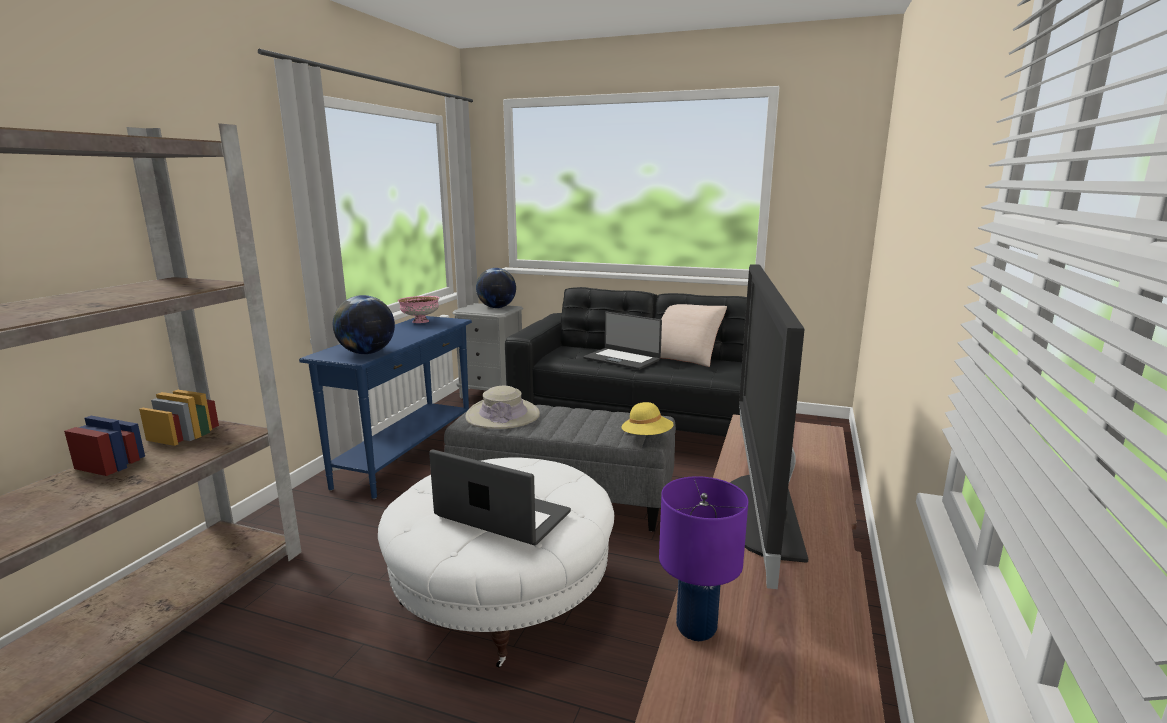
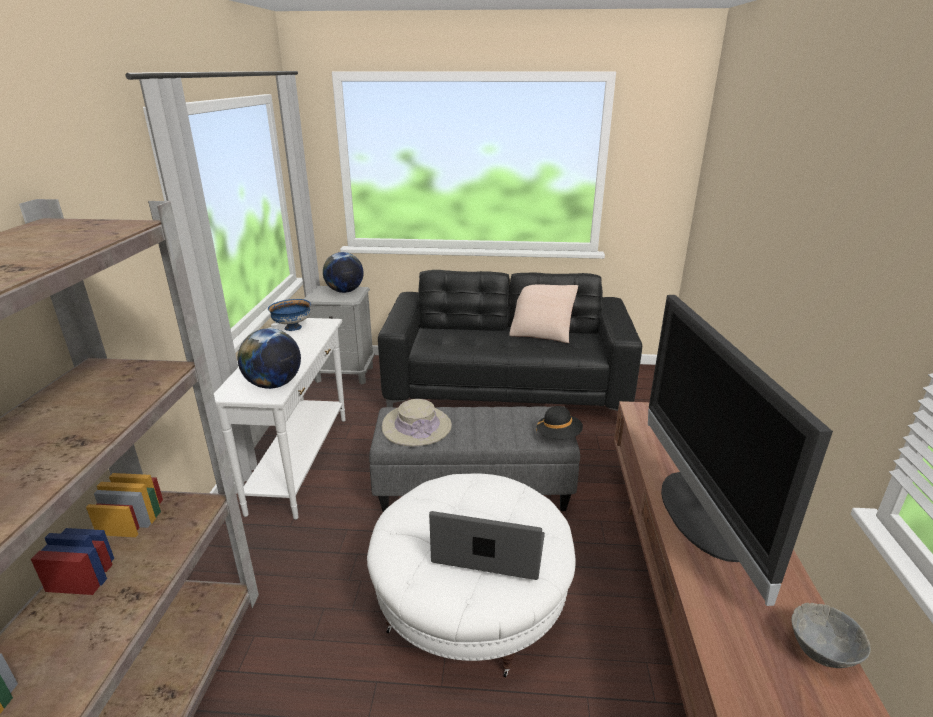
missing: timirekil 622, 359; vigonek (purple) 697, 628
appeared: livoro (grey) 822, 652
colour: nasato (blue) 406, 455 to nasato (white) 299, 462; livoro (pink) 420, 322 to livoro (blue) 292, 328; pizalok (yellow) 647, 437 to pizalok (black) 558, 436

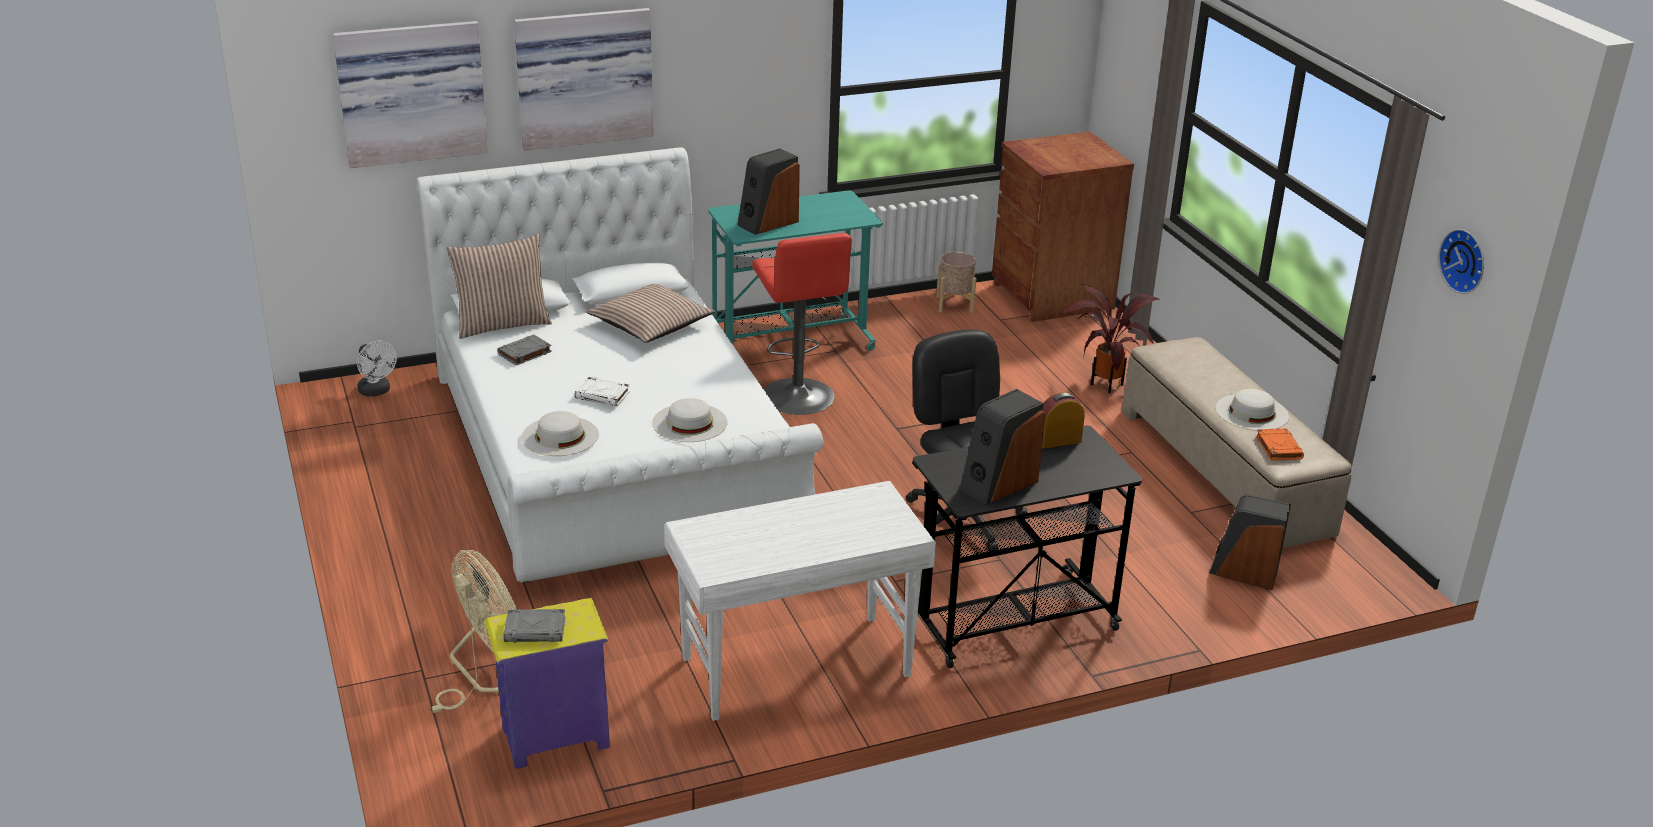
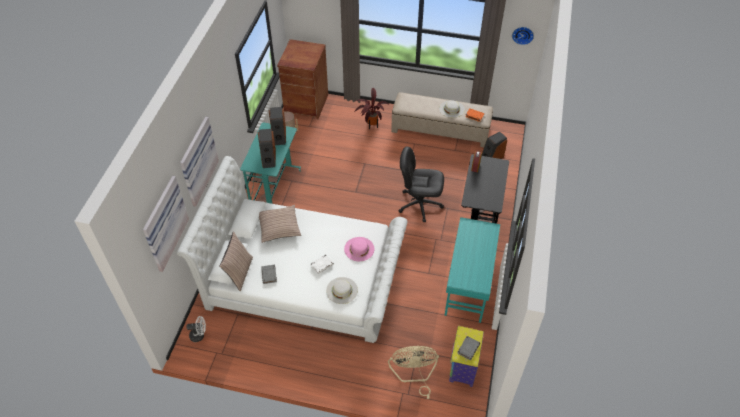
missing: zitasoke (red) 797, 397
relocated: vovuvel 998, 484 to 279, 136
colour: pizalok (white) 689, 422 to pizalok (pink) 359, 249; nasato (white) 795, 668 to nasato (turquoise) 468, 288

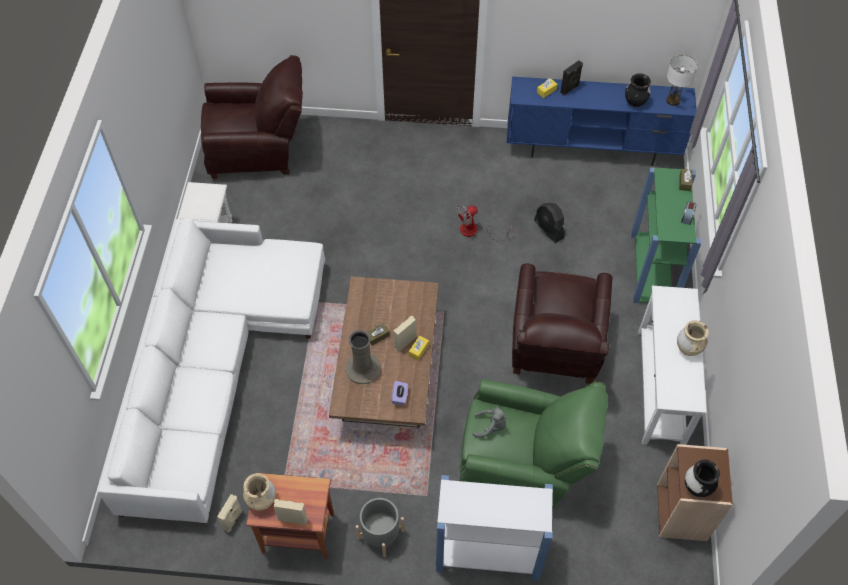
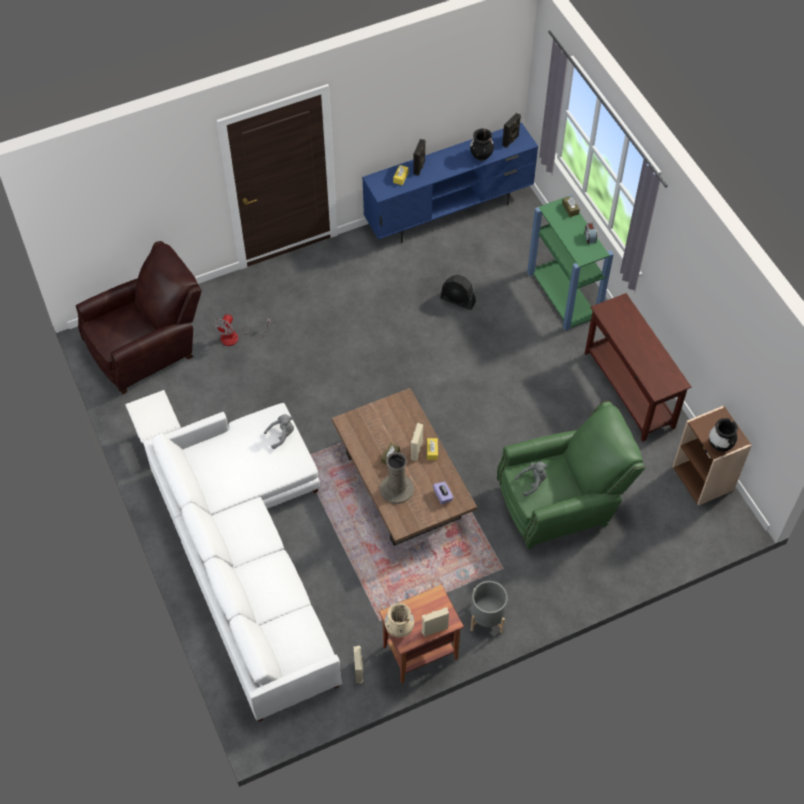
missing: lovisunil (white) 487, 550; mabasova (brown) 554, 349; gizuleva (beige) 688, 348
appeared: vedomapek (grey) 282, 435
relocated: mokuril 475, 231 to 236, 337
exchanged: vigonek 673, 100 to vovuvel (black) 511, 141
colour: nasato (white) 660, 388 to nasato (brown) 629, 390

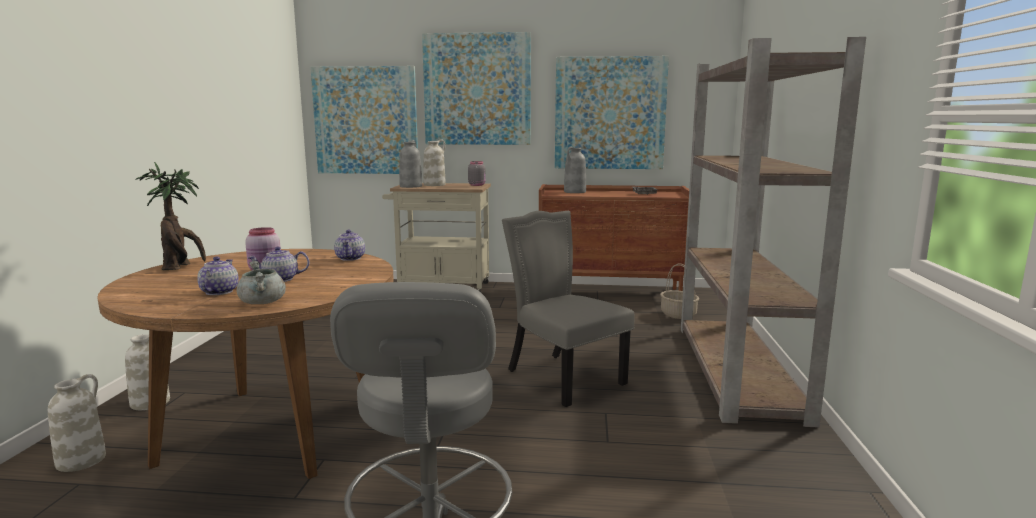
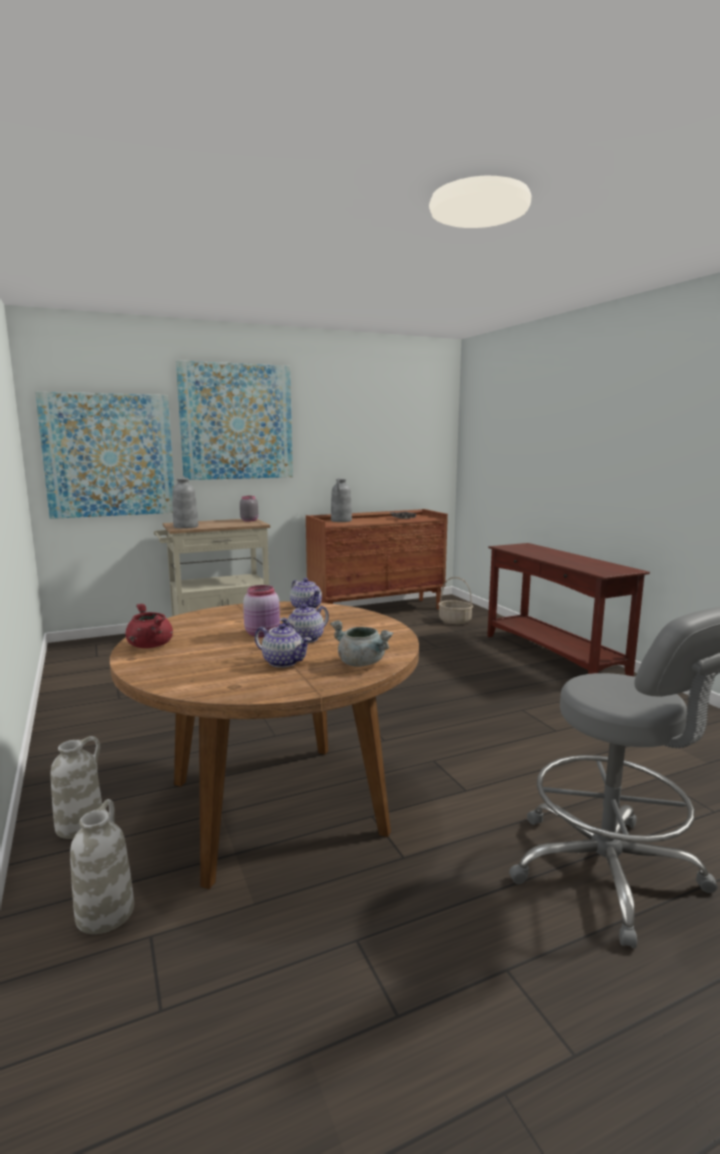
missing: gizuleva (white) 434, 185; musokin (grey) 565, 379; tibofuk 609, 113
exchanged: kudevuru 181, 267 to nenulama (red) 150, 645; lovisunil (brown) 737, 370 to nasato (brown) 554, 656
spun: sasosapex 219, 292 = 284, 662 150 degrees clockwise

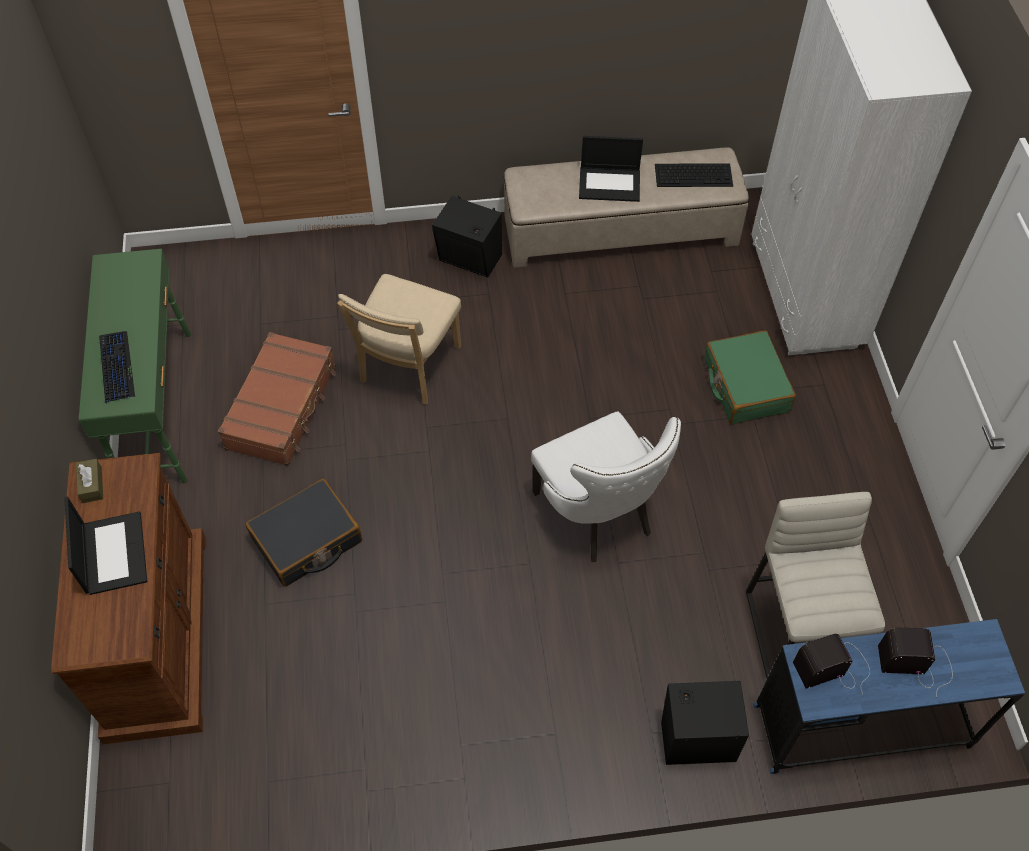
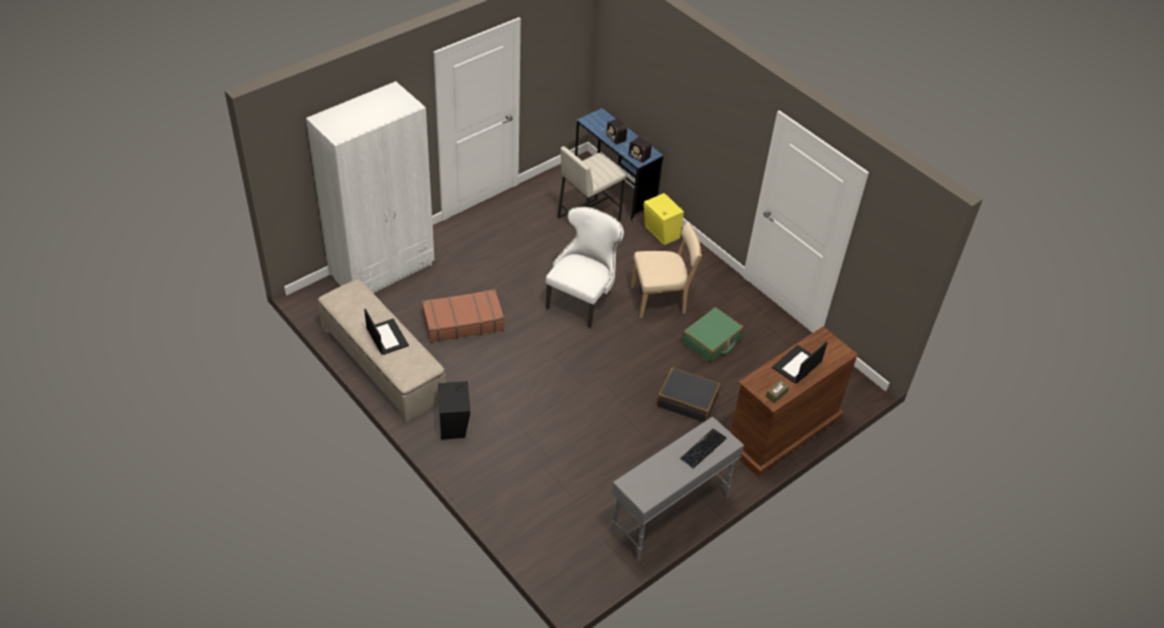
missing: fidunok 694, 175
relocated: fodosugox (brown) 282, 407 to 463, 322; musokin (beige) 407, 368 to 661, 300; fodosugox (green) 745, 386 to 711, 341
colour: nasato (green) 158, 408 to nasato (grey) 669, 514; vovuvel (black) 696, 737 to vovuvel (yellow) 661, 233

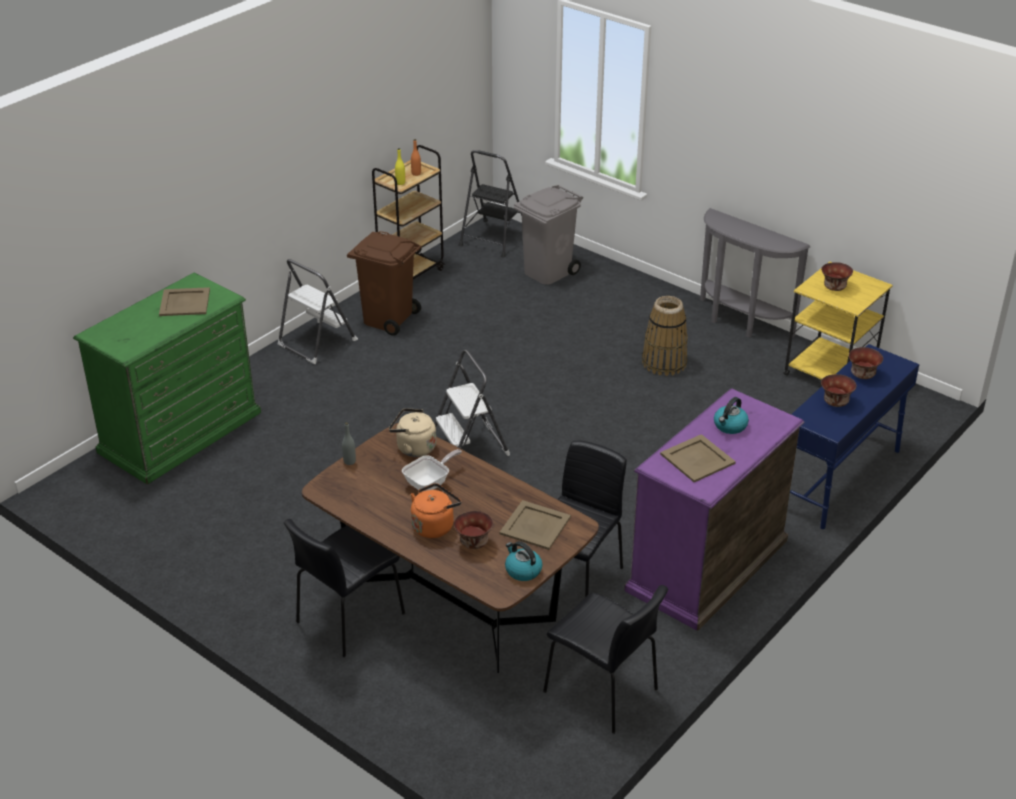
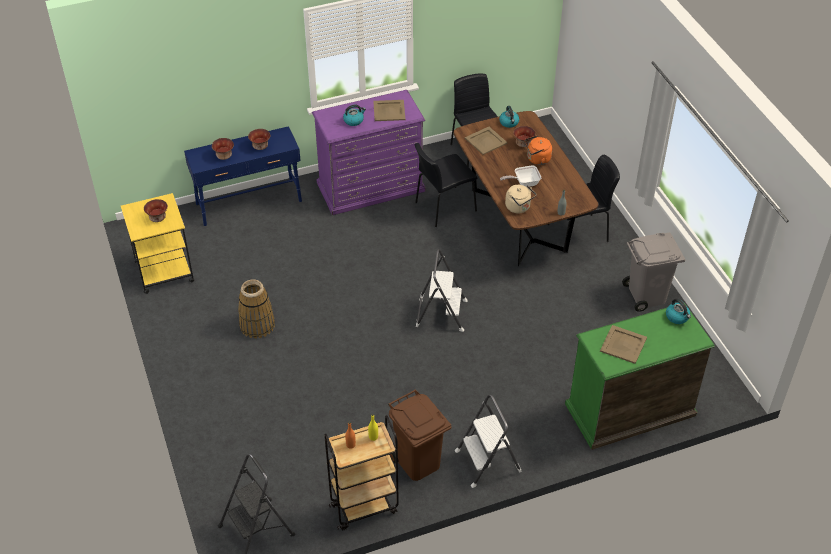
missing: nasato (grey) 740, 323
appeared: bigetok 677, 317
relocated: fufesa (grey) 547, 271 to 647, 296

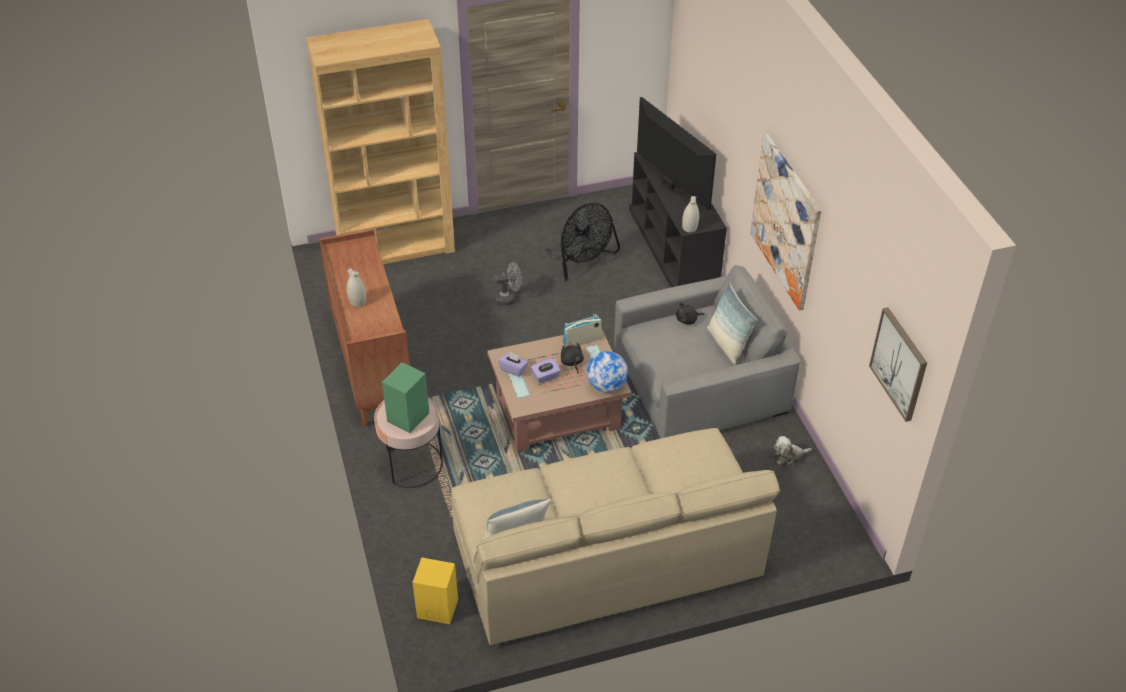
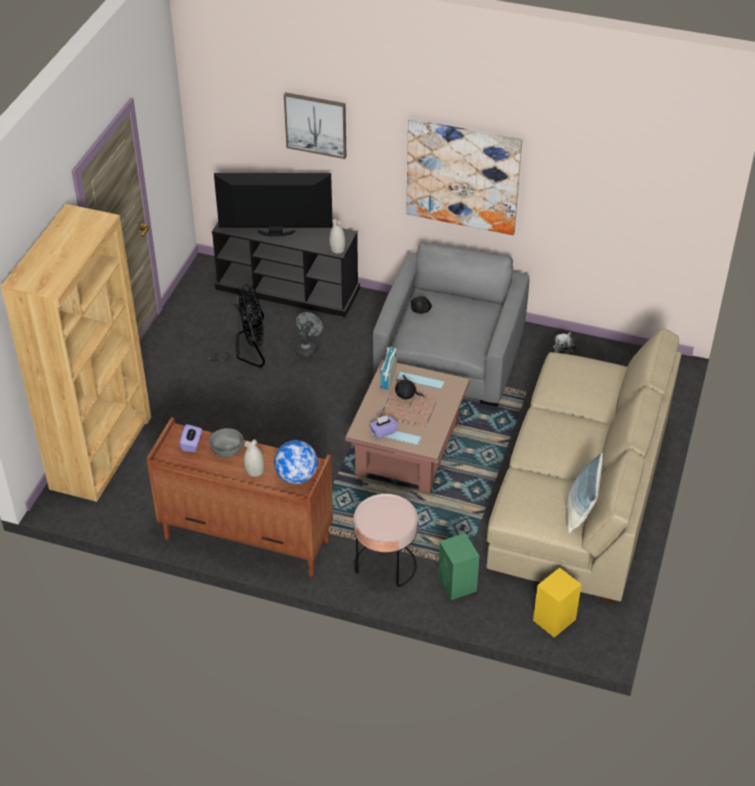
missing: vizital 727, 344
appeared: livoro (grey) 227, 449
relocated: vovuvel (green) 407, 418 to 457, 585; mokuril (grey) 508, 298 to 307, 348; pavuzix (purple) 545, 376 to 192, 444; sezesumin 606, 386 to 296, 477; tibofuk 899, 364 to 316, 124

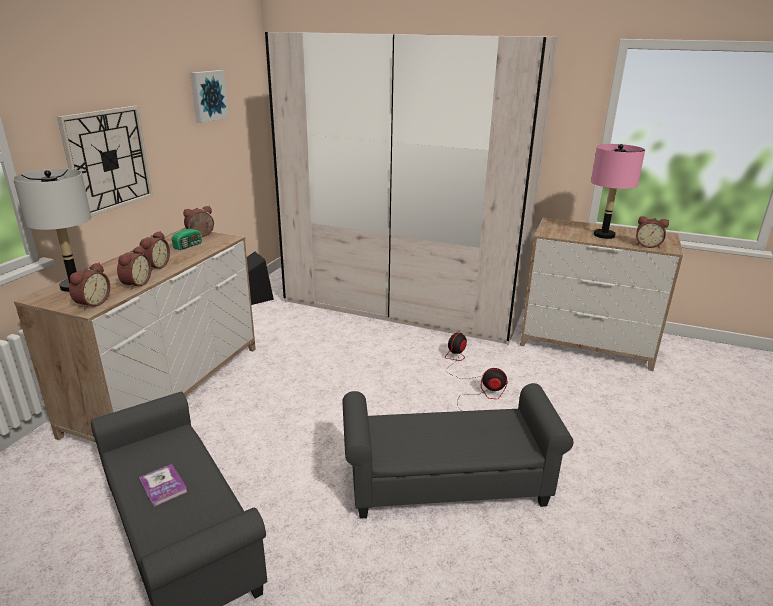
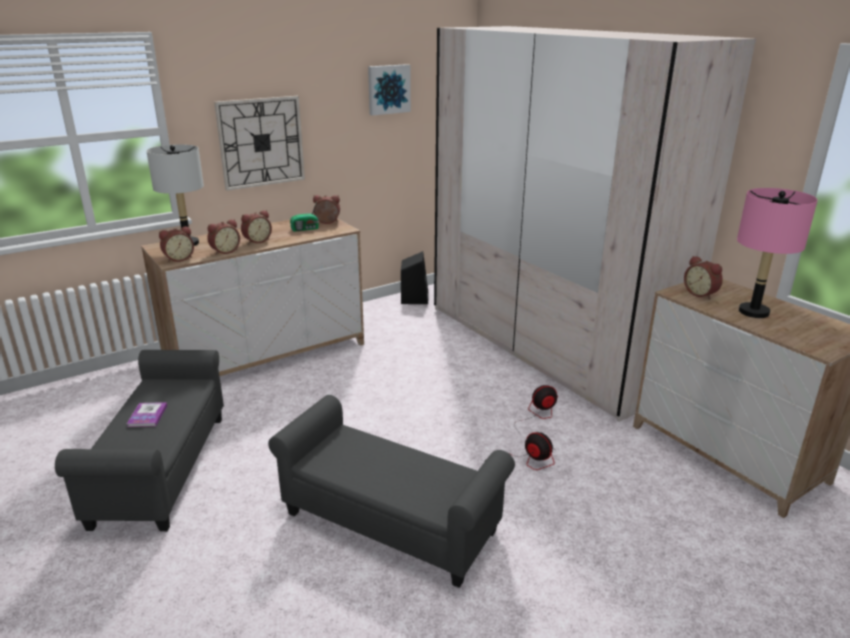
relocated: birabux 648, 245 to 701, 294

